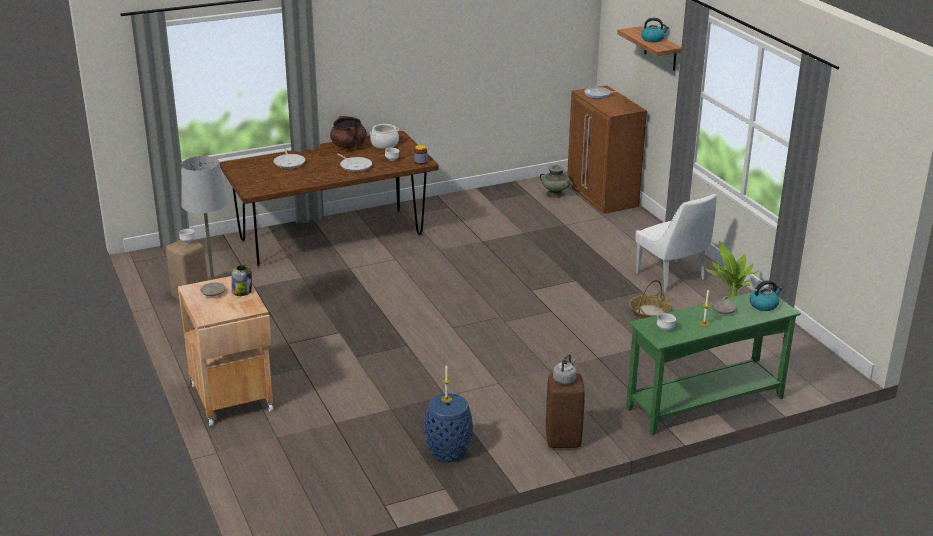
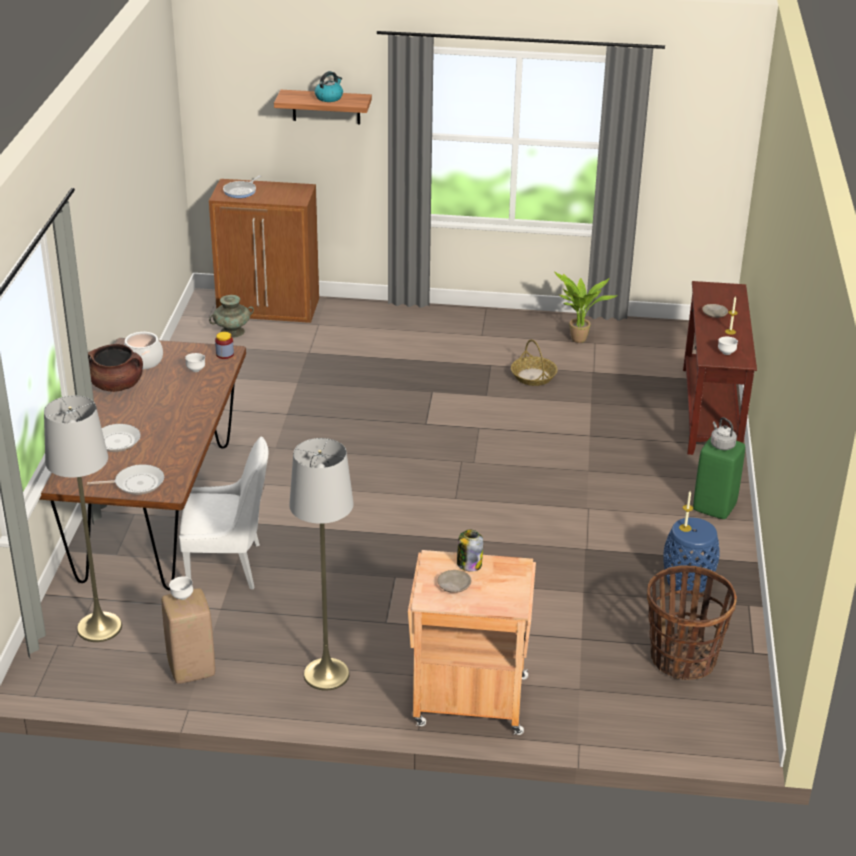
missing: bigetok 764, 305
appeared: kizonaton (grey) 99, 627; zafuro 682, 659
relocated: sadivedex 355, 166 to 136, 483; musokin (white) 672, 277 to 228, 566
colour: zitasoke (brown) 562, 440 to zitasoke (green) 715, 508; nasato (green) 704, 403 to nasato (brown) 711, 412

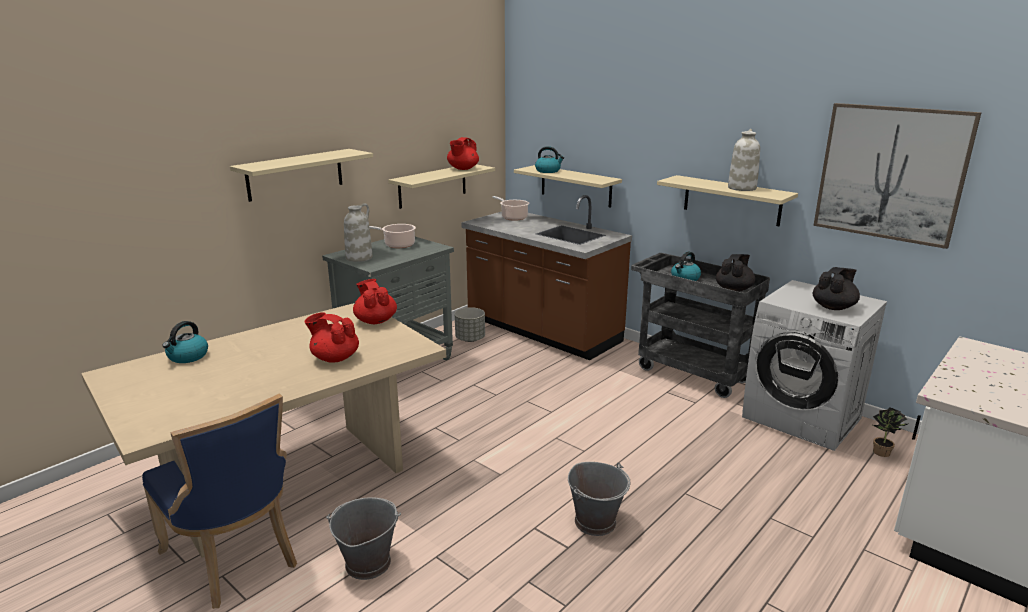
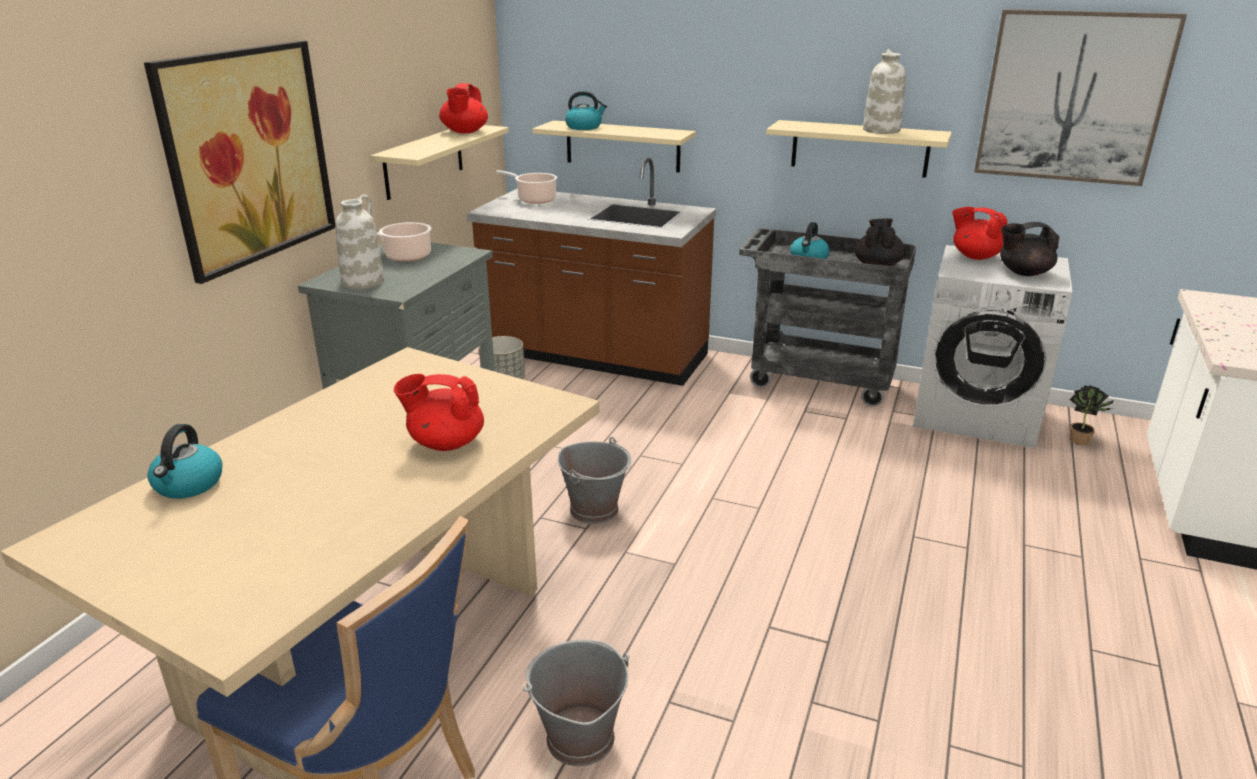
relocated: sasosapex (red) 375, 321 to 975, 256; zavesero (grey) 596, 521 to 595, 510
exchanged: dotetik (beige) 295, 174 to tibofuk 248, 156
spun: sasosapex (black) 833, 307 = 1023, 273 120 degrees counterclockwise

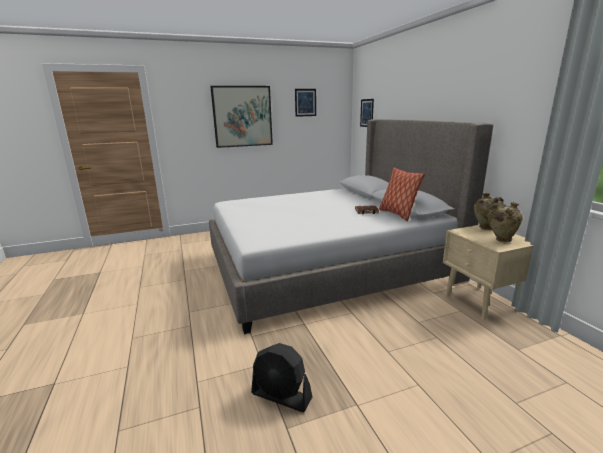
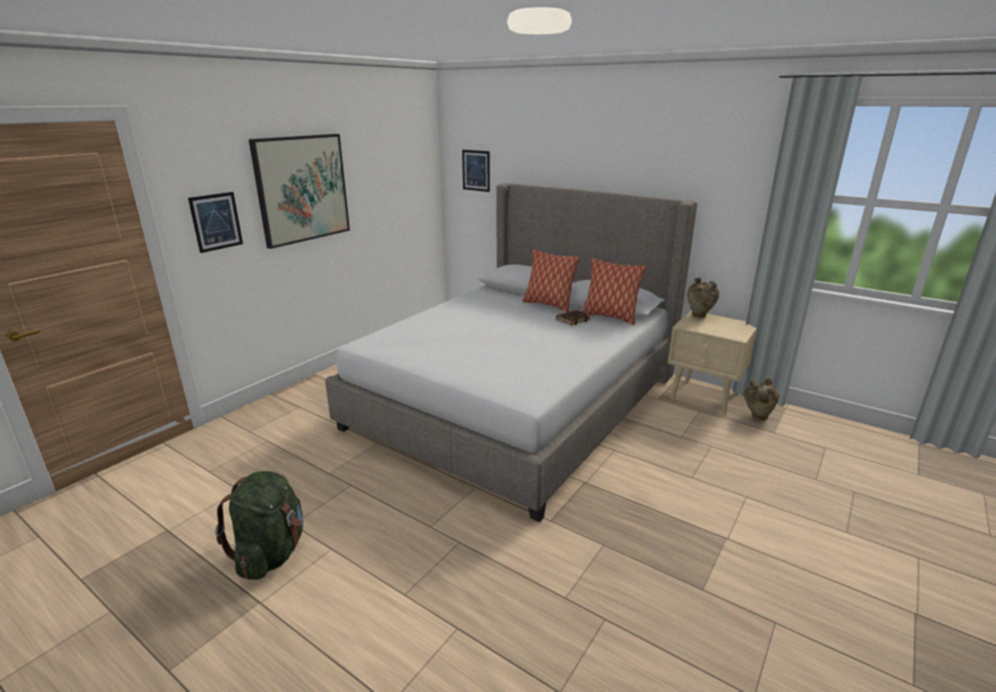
missing: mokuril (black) 281, 396
appeared: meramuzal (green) 271, 553; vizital 548, 305
relocated: tibofuk 305, 102 to 216, 222; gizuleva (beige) 500, 239 to 757, 417

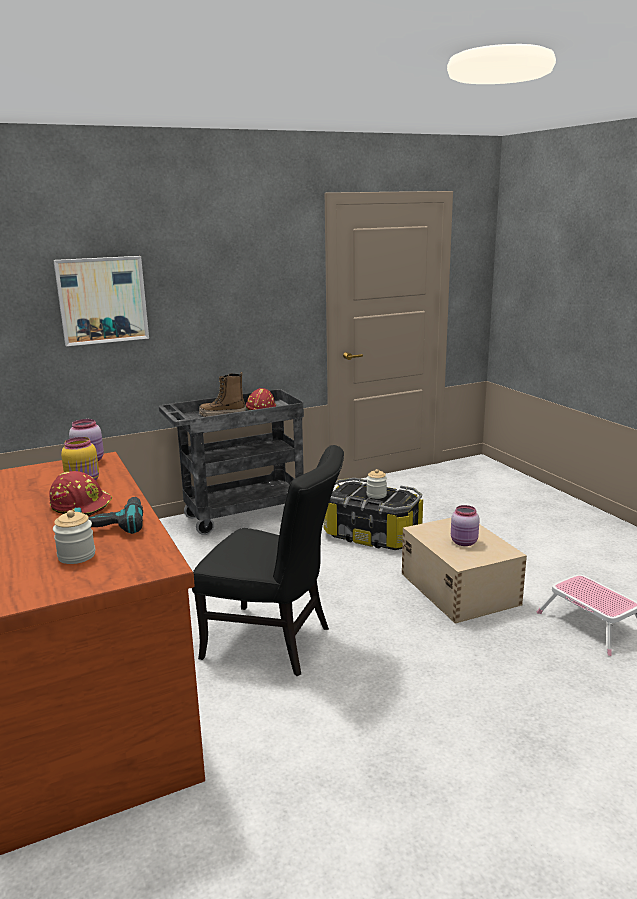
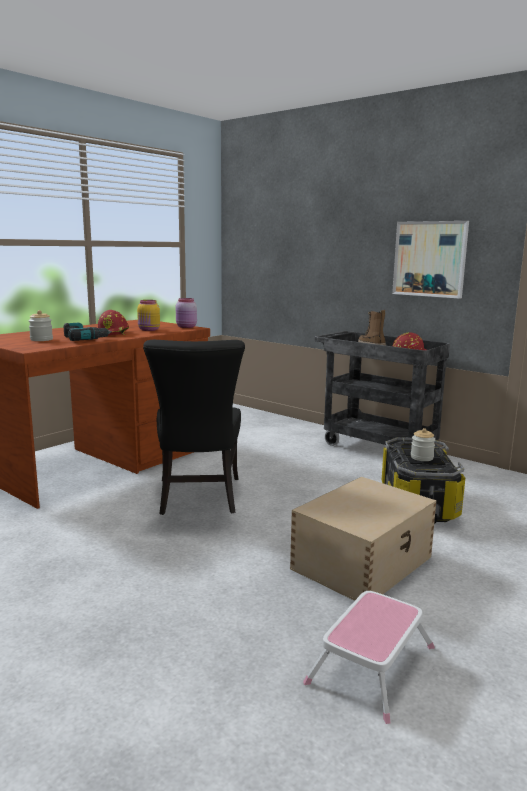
missing: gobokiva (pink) 464, 542
relocated: tibofuk 102, 300 to 430, 259

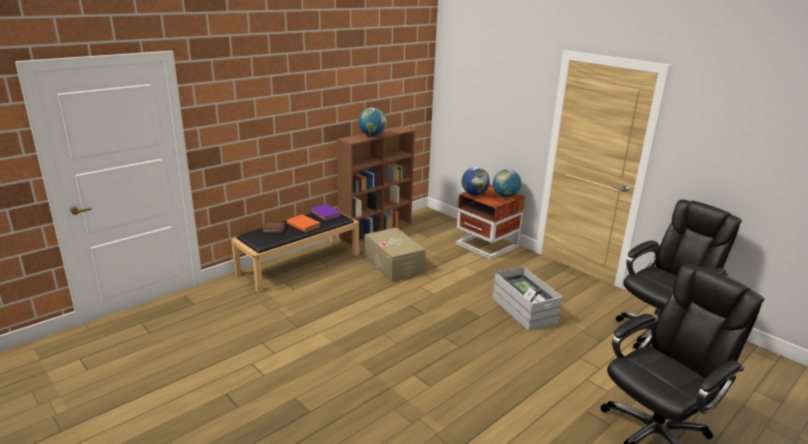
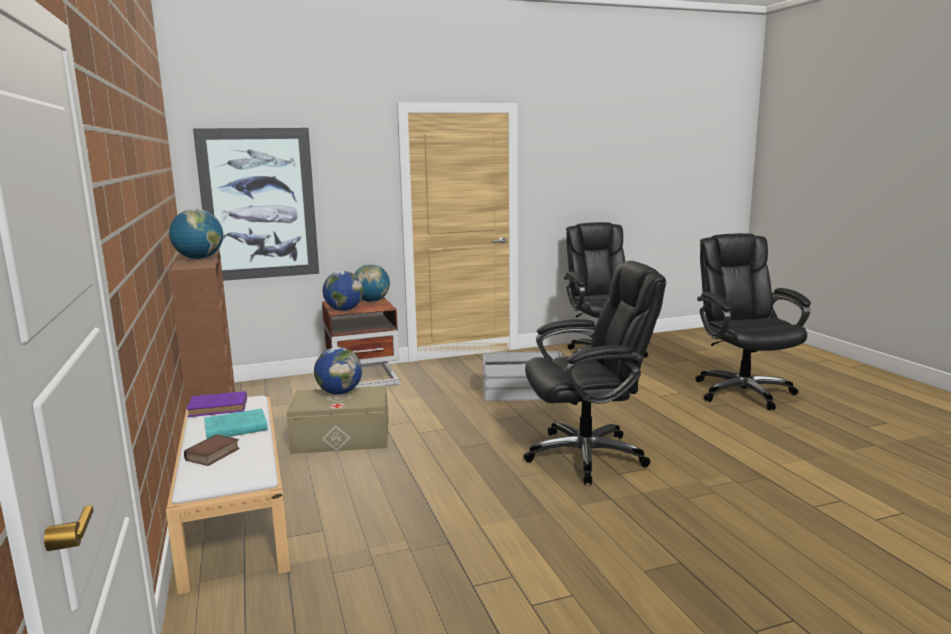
appeared: tibofuk 259, 204; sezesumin 339, 393; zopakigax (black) 585, 455
colour: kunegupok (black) 299, 263 to kunegupok (white) 234, 512; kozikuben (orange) 303, 225 to kozikuben (turquoise) 234, 429

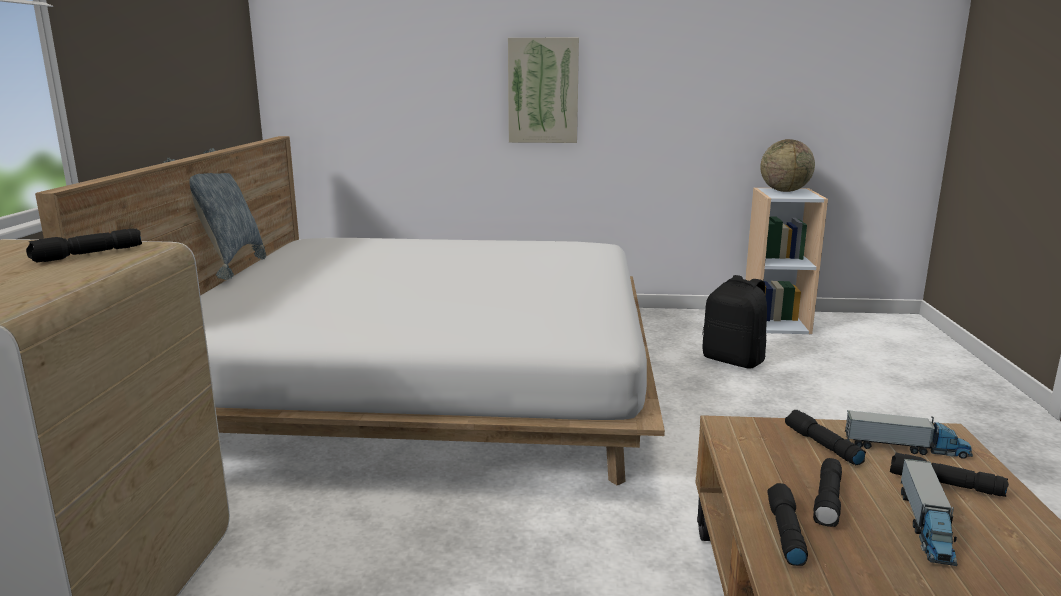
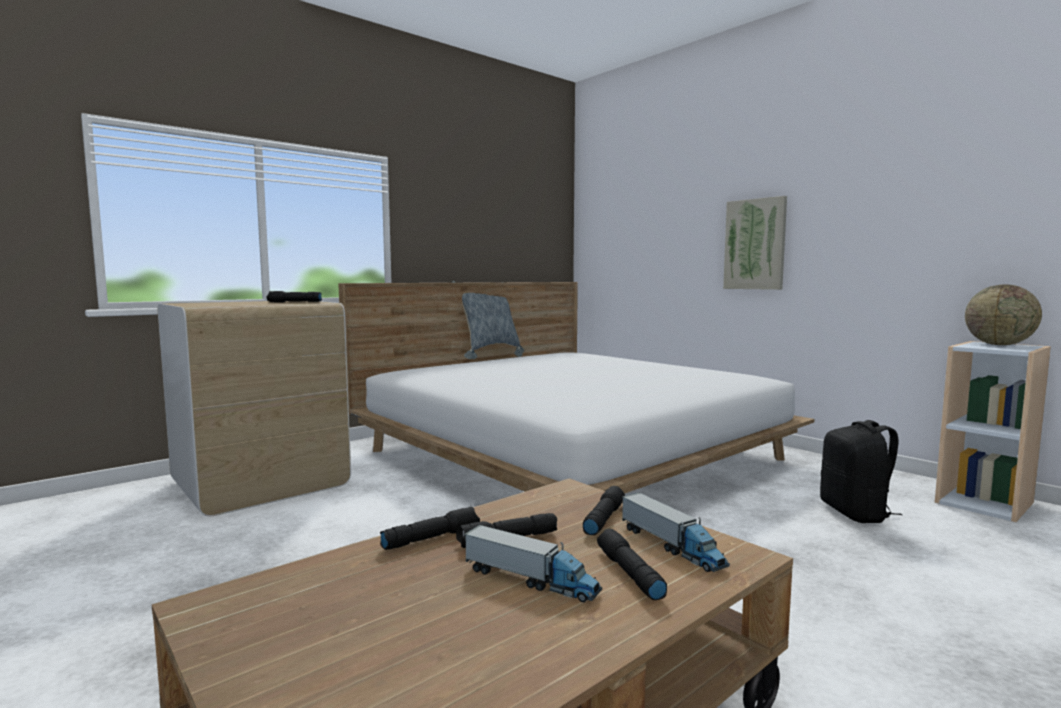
spun: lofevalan 926, 525 = 531, 580 120 degrees counterclockwise

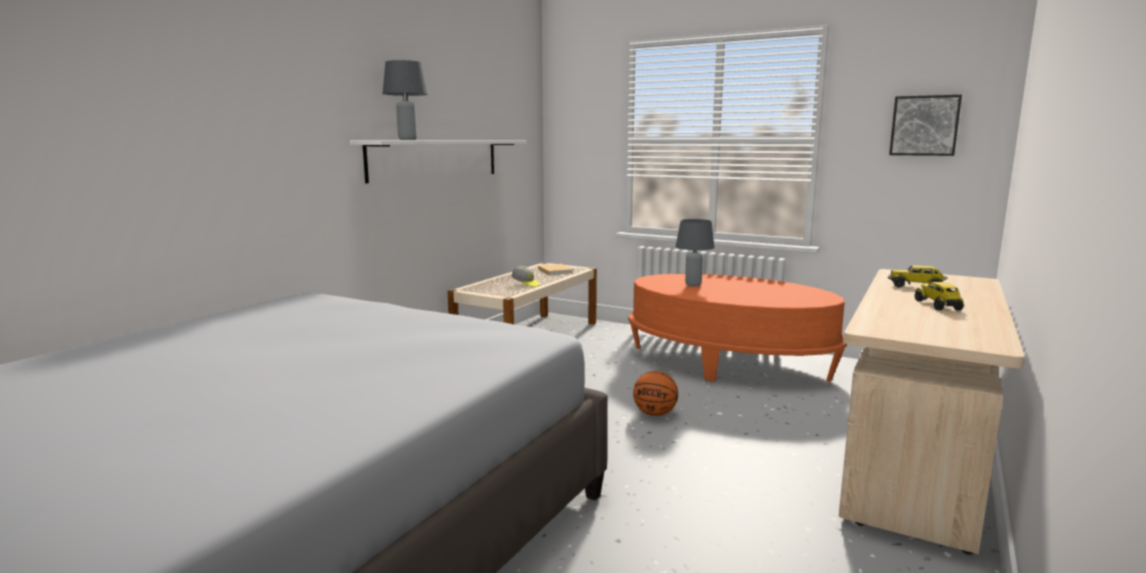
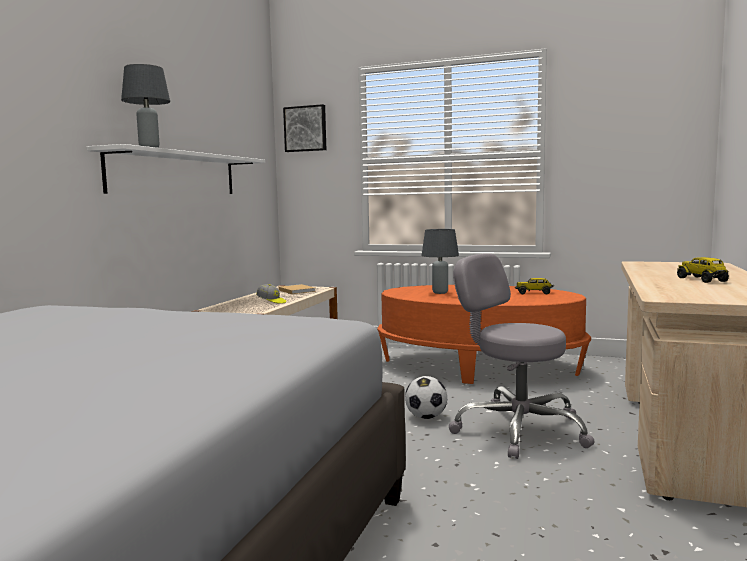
appeared: zopakigax (grey) 514, 428
relocated: lofevalan 916, 286 to 534, 293; tibofuk 924, 125 to 305, 129
exchanged: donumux 655, 414 to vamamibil 426, 417

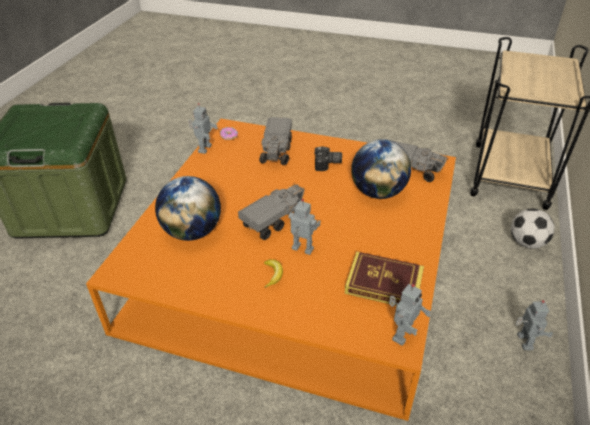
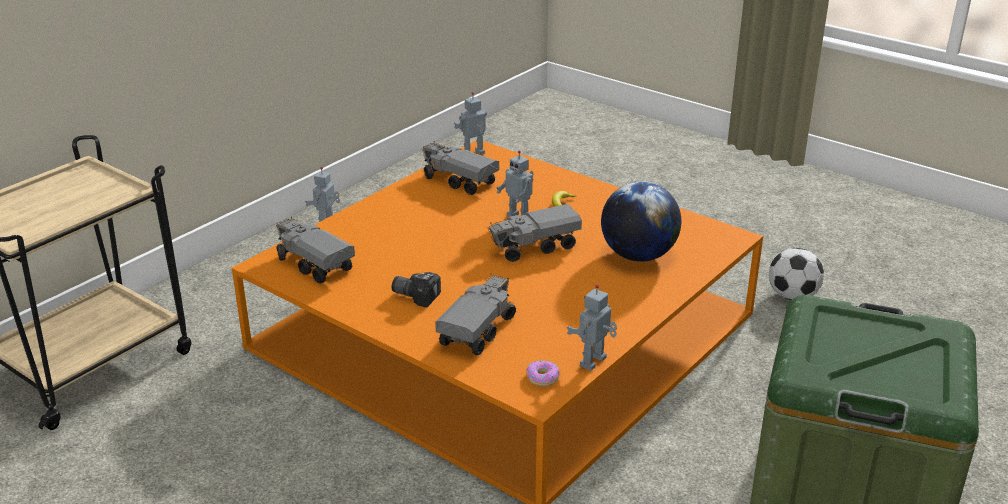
missing: sezesumin 378, 192
relocated: vamamibil 526, 242 to 792, 296
exchanged: kozikuben 384, 283 to lofevalan 458, 181

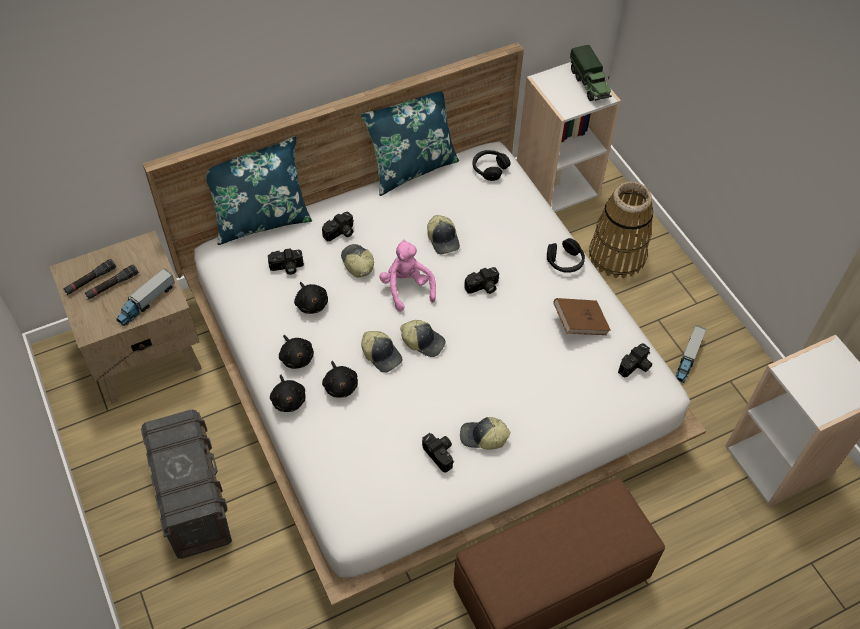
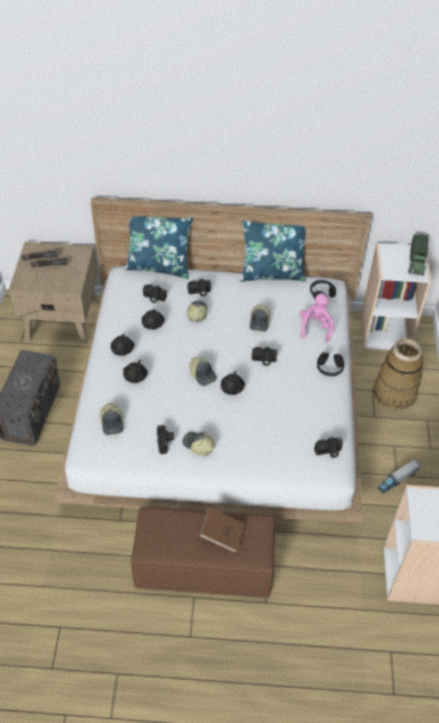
missing: lofevalan 146, 302
relocated: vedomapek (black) 288, 399 to 232, 388; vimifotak 382, 355 to 112, 423; vedomapek (pink) 407, 288 to 315, 327; kozikuben (brown) 579, 324 to 222, 534

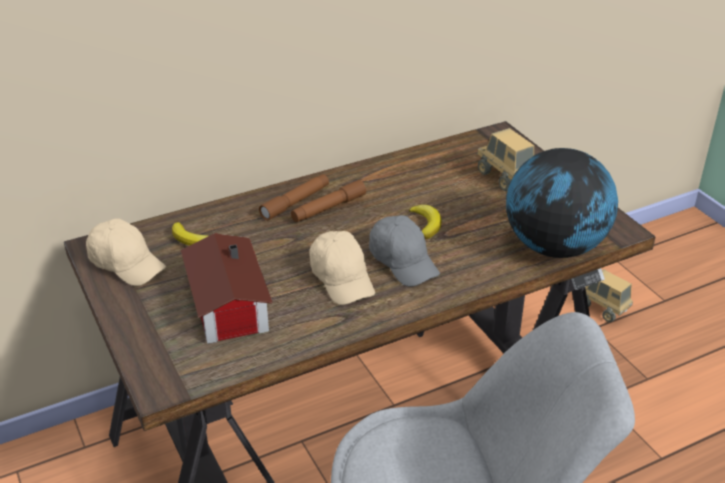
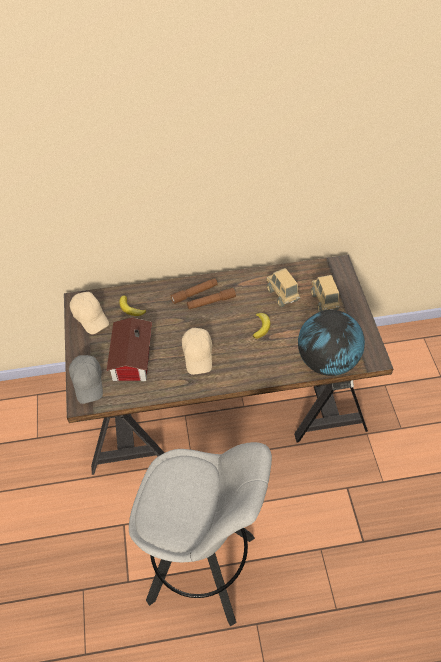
relocated: vimifotak (grey) 403, 262 to 88, 382; lofevalan 602, 309 to 282, 296

